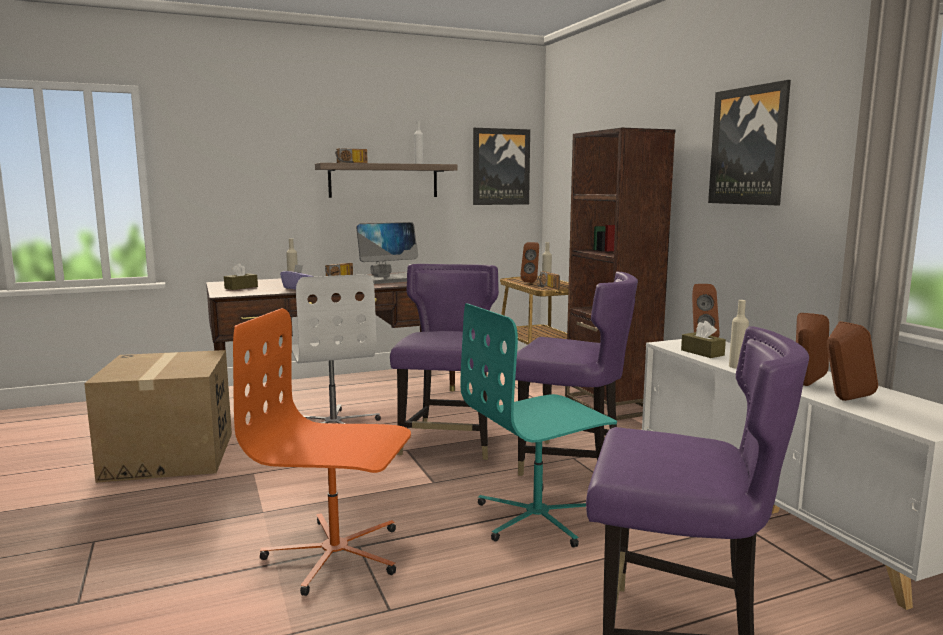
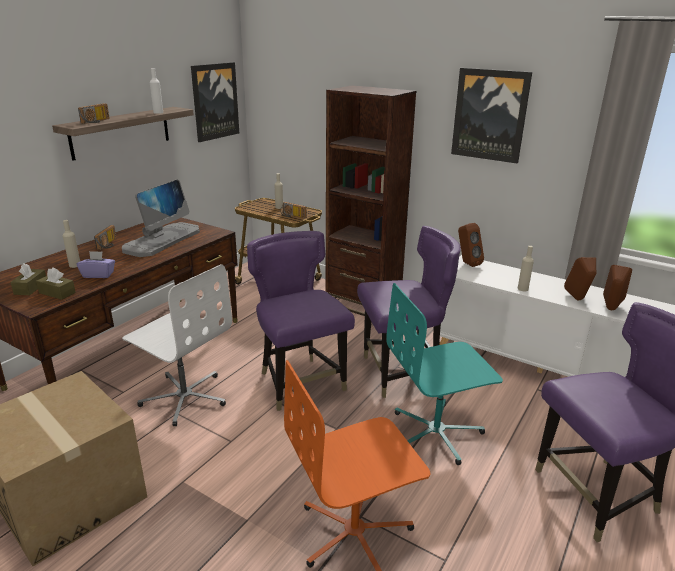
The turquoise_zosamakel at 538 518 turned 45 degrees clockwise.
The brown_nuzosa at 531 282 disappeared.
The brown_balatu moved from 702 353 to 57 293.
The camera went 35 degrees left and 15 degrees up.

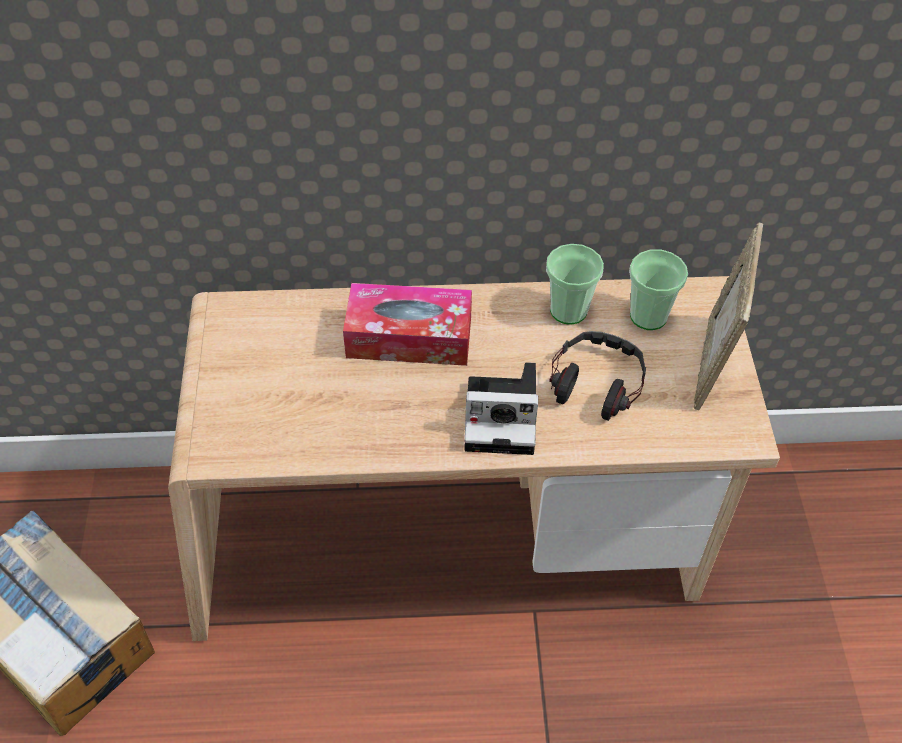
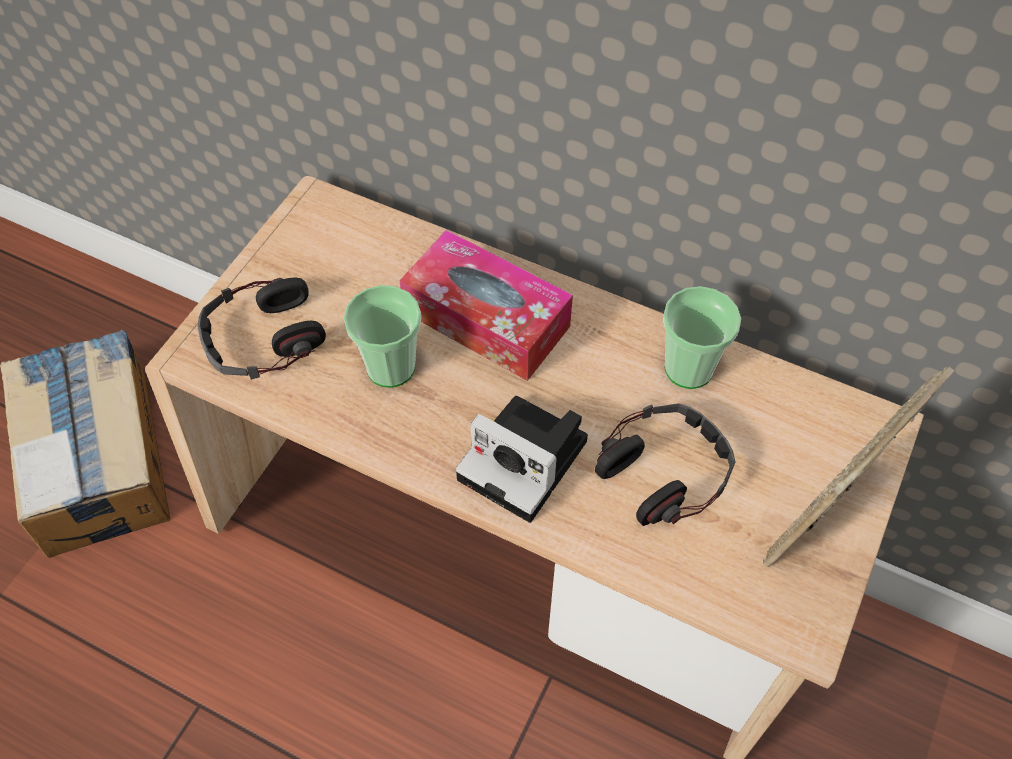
The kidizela moved from 648 316 to 390 367.
The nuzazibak at 263 338 appeared.
The camera went 30 degrees right and 5 degrees up.

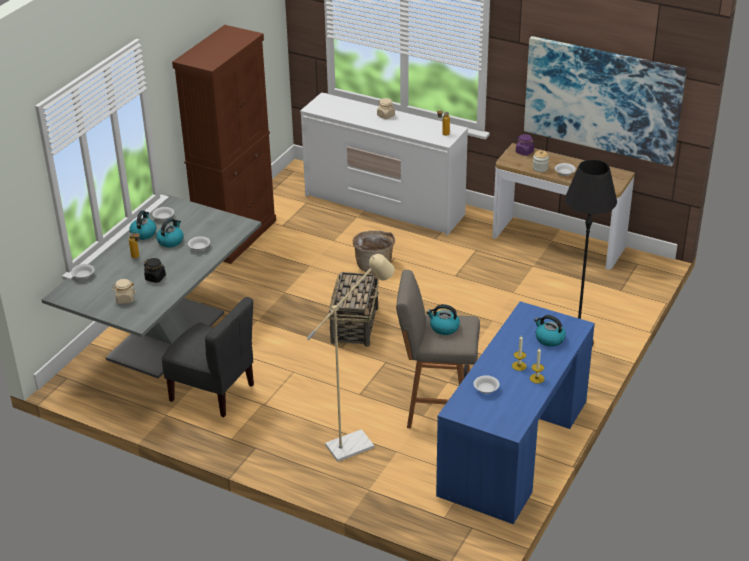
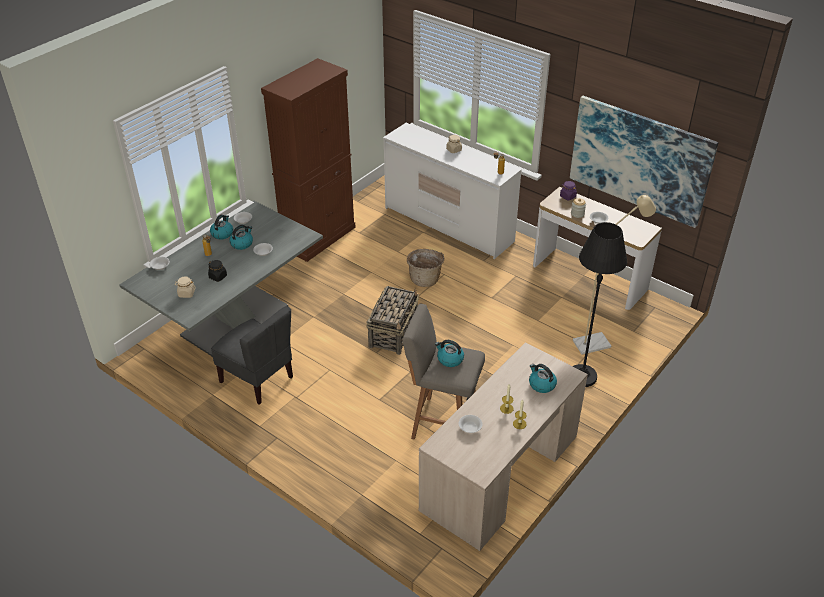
The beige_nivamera moved from 357 443 to 597 342.
The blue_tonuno at 513 447 became the beige_tonuno at 499 472.
The camera went 10 degrees right and 5 degrees up.

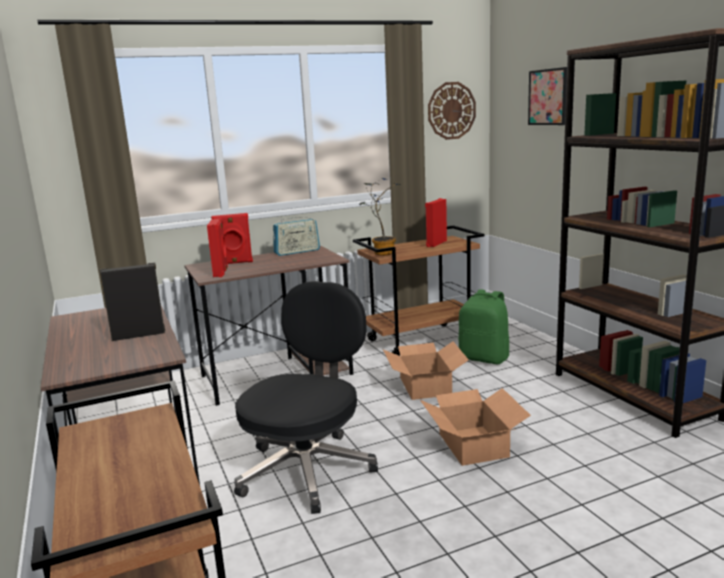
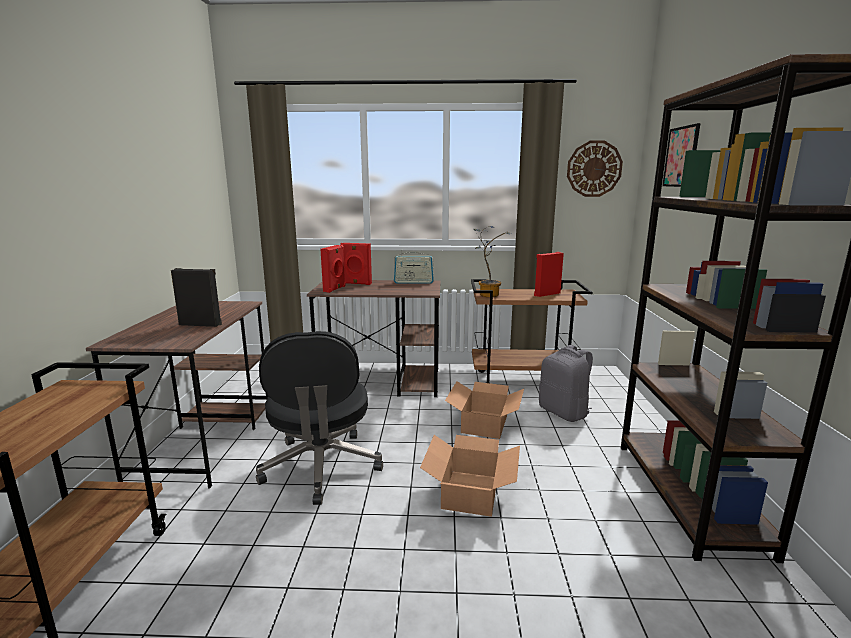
The black_zosamakel at 308 469 turned 120 degrees clockwise.
The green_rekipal at 484 358 became the grey_rekipal at 564 412.
The camera went 25 degrees right and 0 degrees up.

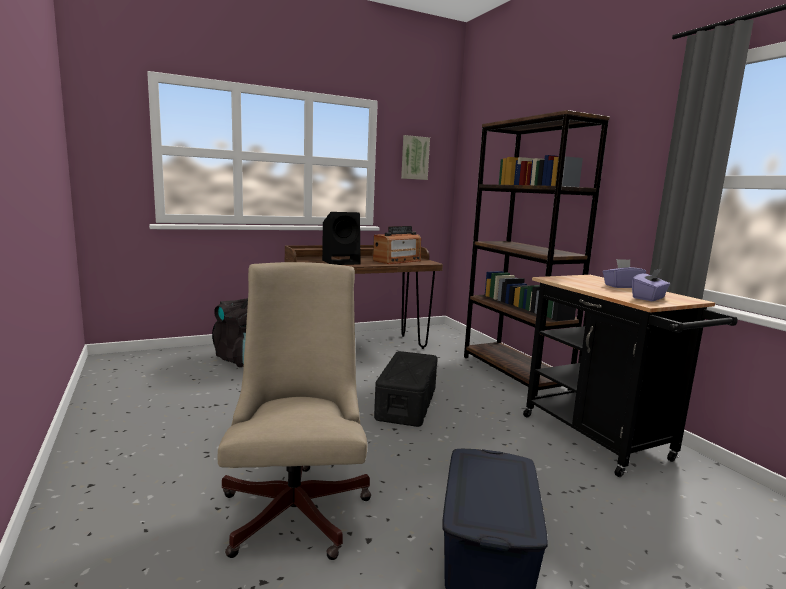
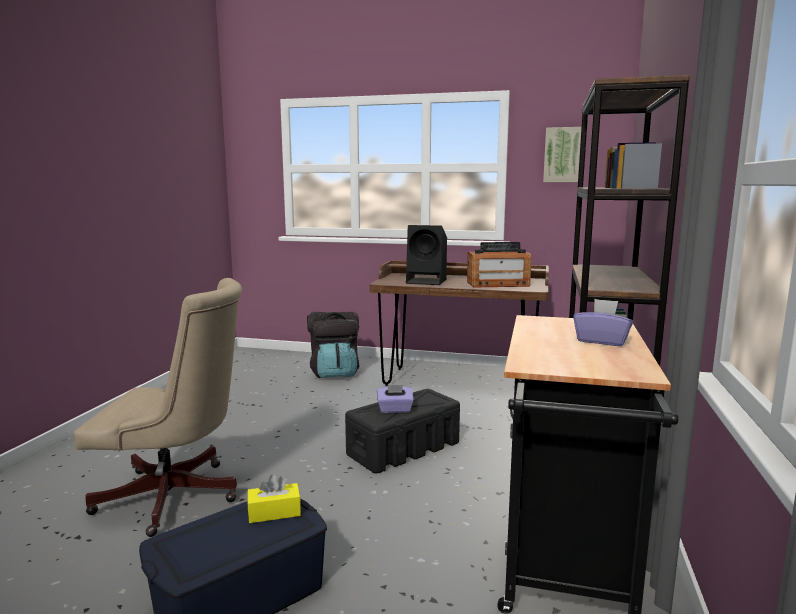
The beige_zosamakel at 297 505 turned 60 degrees clockwise.
The purple_balatu moved from 649 298 to 395 410.
The yellow_balatu at 274 512 appeared.
The camera went 40 degrees right and 0 degrees up.

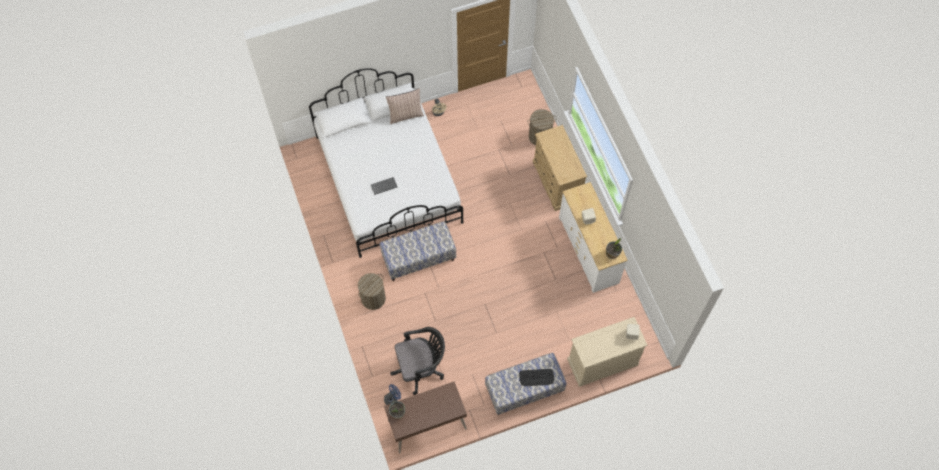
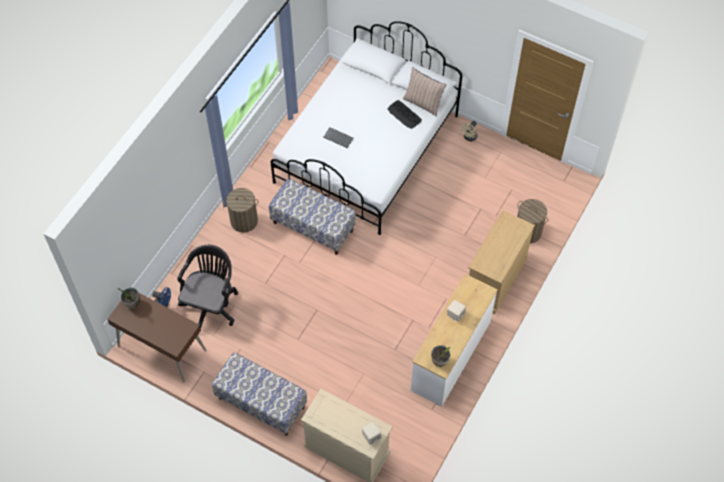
The black_zosamakel at 420 367 turned 105 degrees counterclockwise.
The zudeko moved from 536 377 to 404 115.
The camera went 50 degrees right and 5 degrees down.

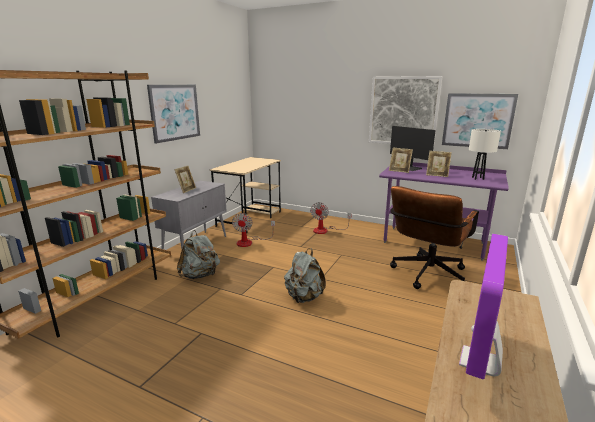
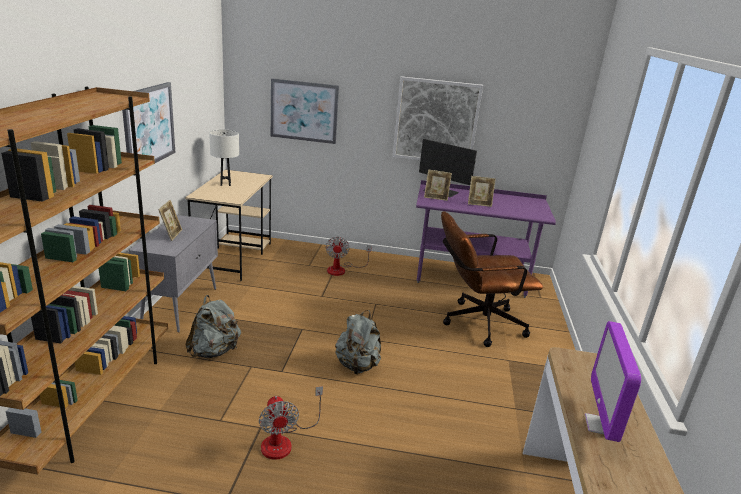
The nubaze moved from 249 242 to 284 441.
The brown_zosamakel at 426 276 turned 60 degrees clockwise.
The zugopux moved from 477 120 to 304 111.
The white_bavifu moved from 478 178 to 225 184.
The camera went 20 degrees left and 5 degrees up.

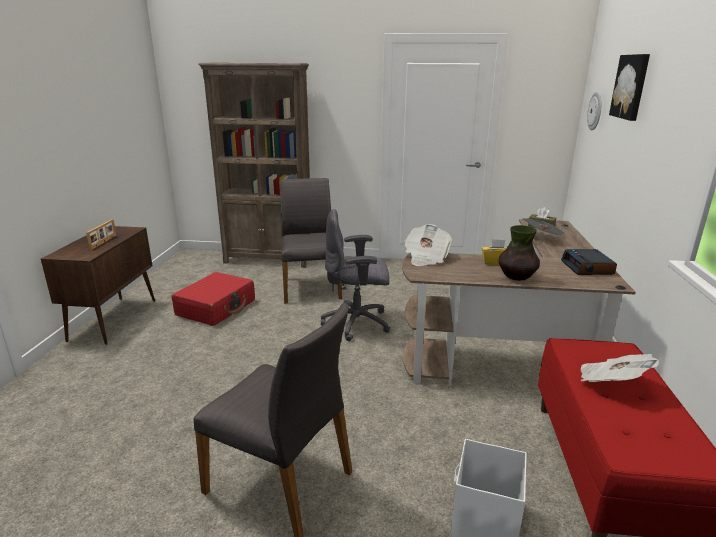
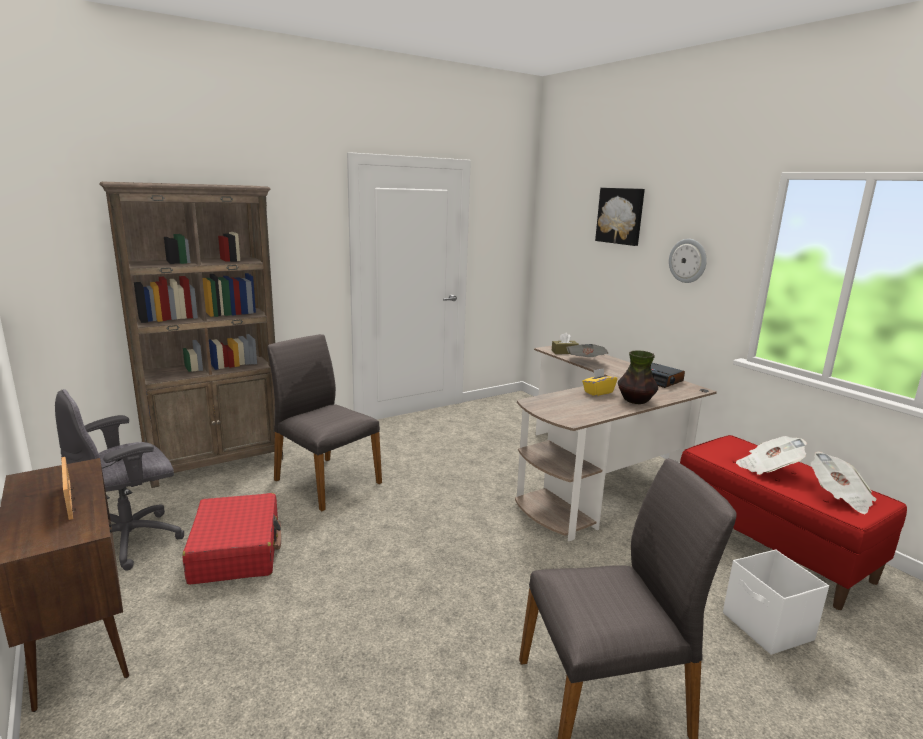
The grey_zosamakel moved from 357 323 to 131 541.
The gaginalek moved from 426 258 to 839 497.
The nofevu moved from 595 111 to 688 260.
The camera went 40 degrees left and 5 degrees down.

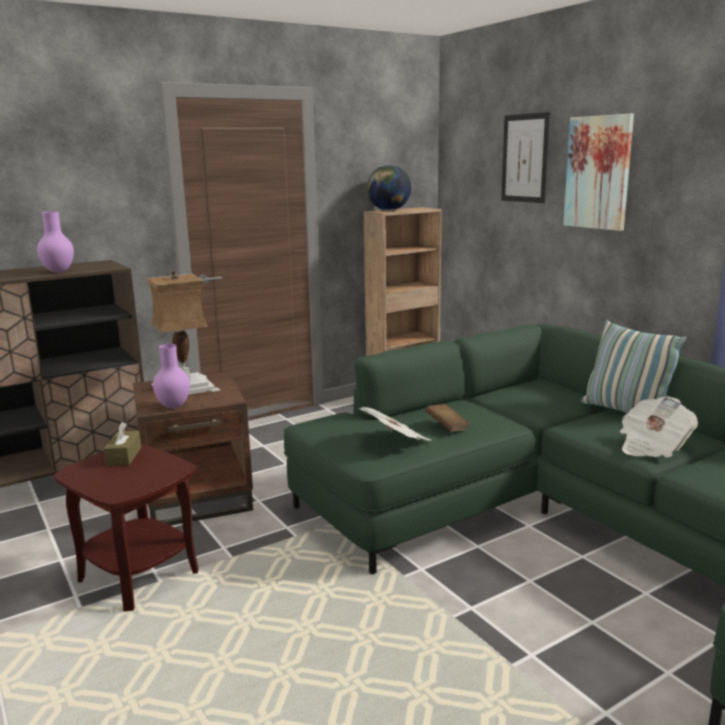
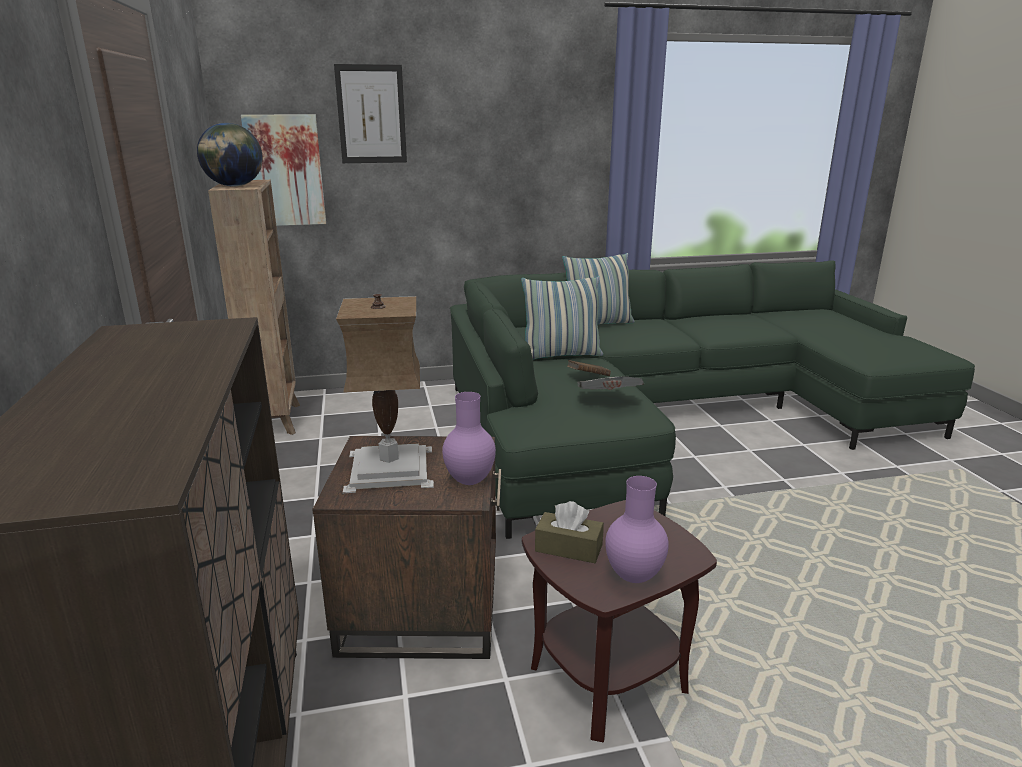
The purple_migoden moved from 58 271 to 632 577.
The zugopux moved from 598 172 to 285 171.
The gaginalek at 652 446 disappeared.
The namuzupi at 561 355 appeared.
The camera went 70 degrees left and 5 degrees up.

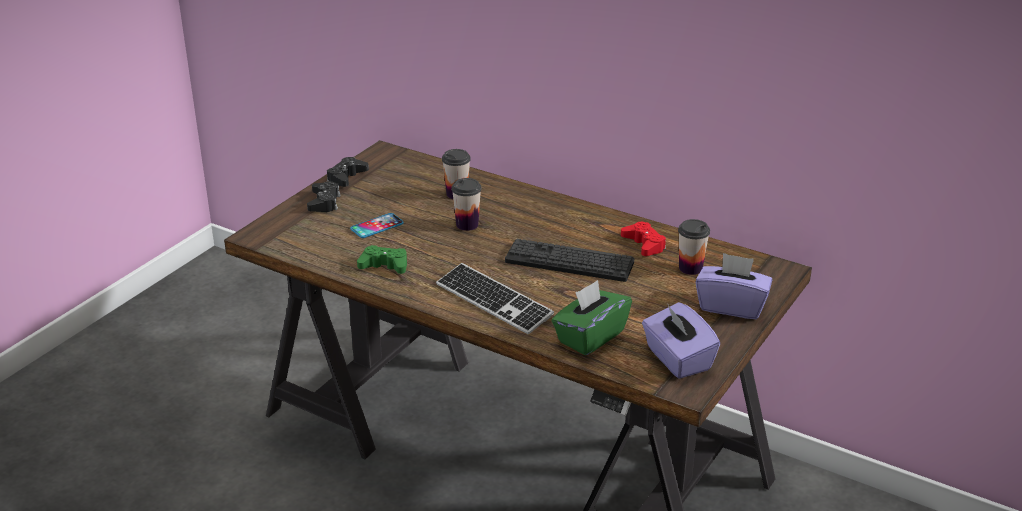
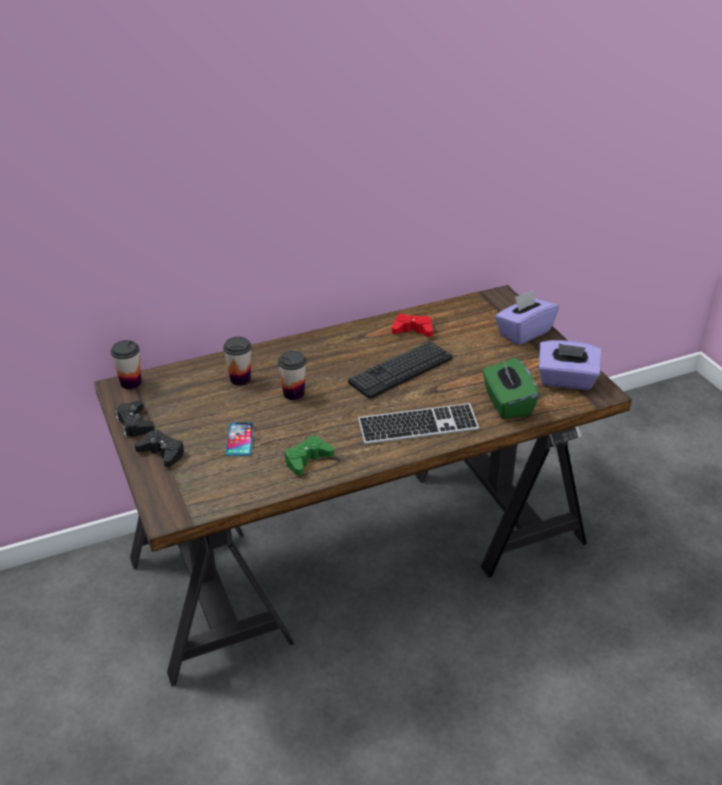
The kidizela moved from 690 268 to 130 383.
The camera went 55 degrees left and 5 degrees up.

